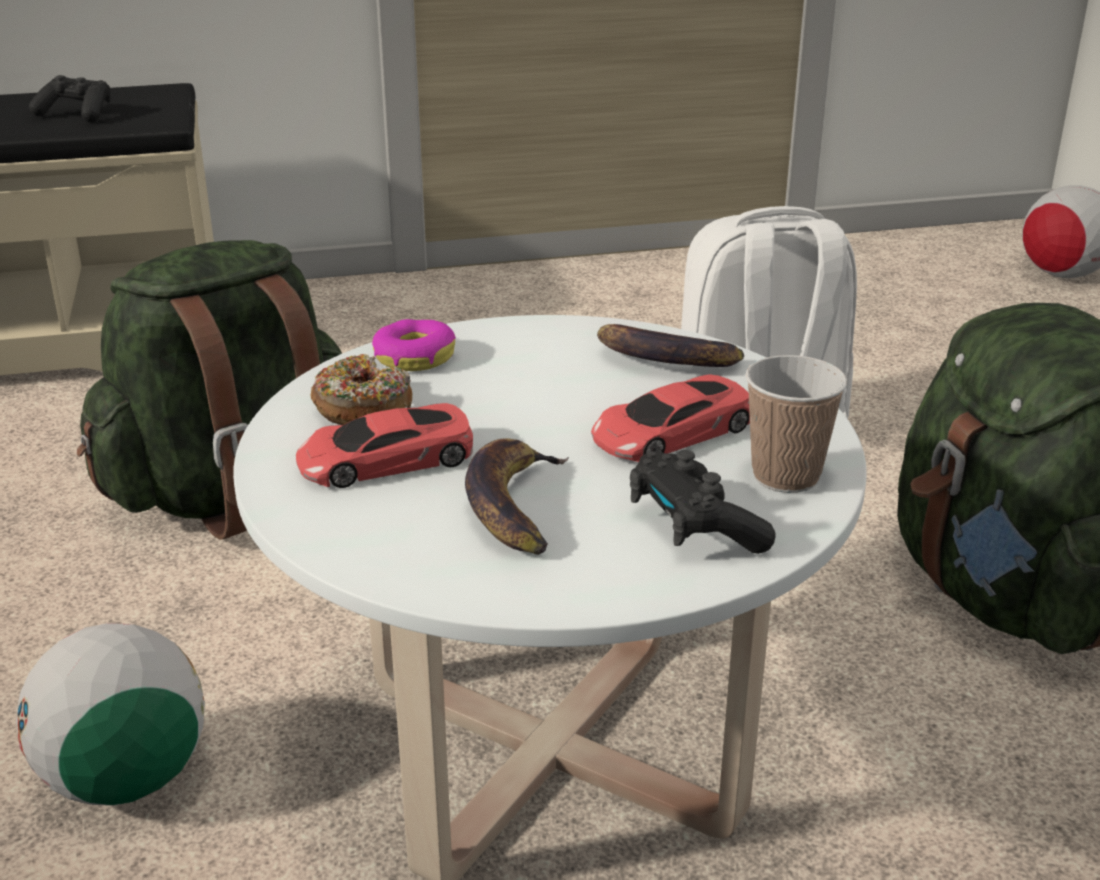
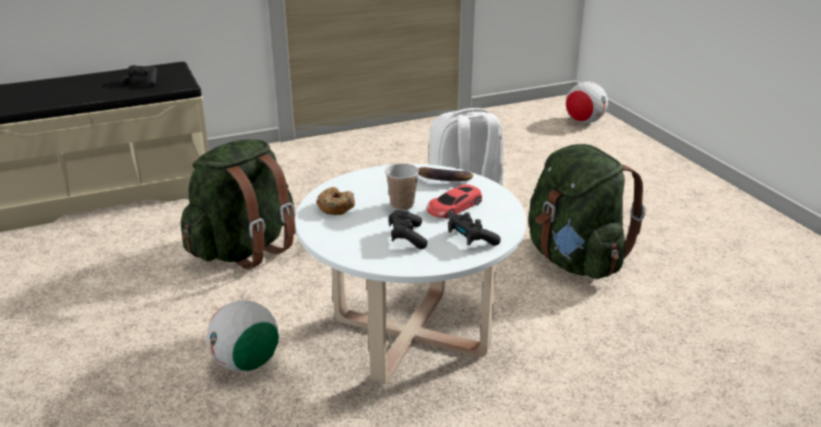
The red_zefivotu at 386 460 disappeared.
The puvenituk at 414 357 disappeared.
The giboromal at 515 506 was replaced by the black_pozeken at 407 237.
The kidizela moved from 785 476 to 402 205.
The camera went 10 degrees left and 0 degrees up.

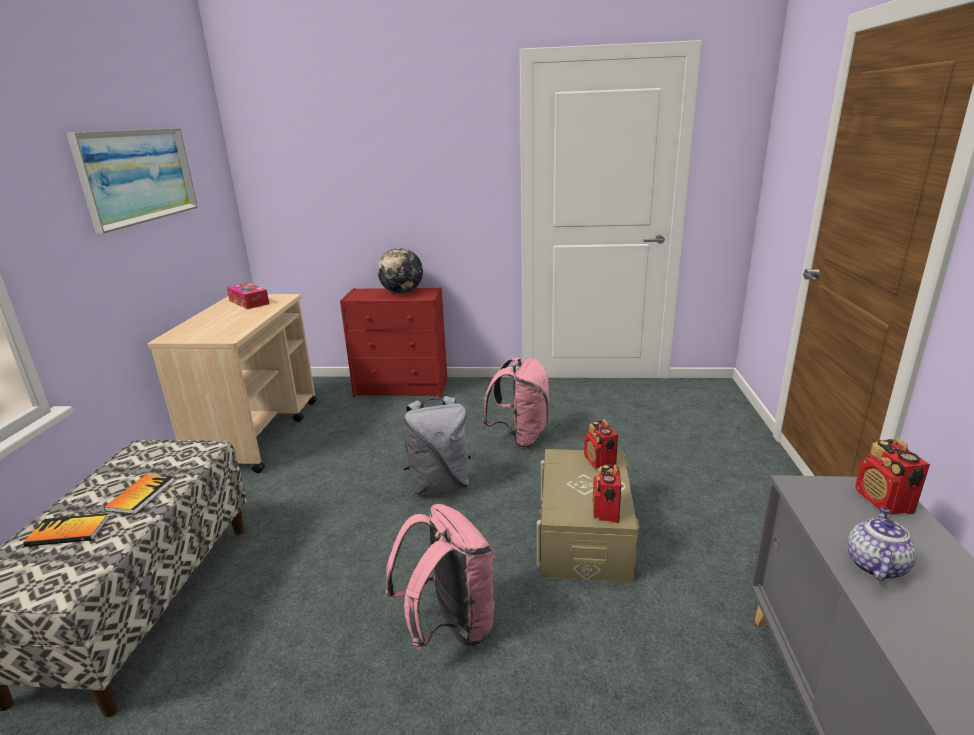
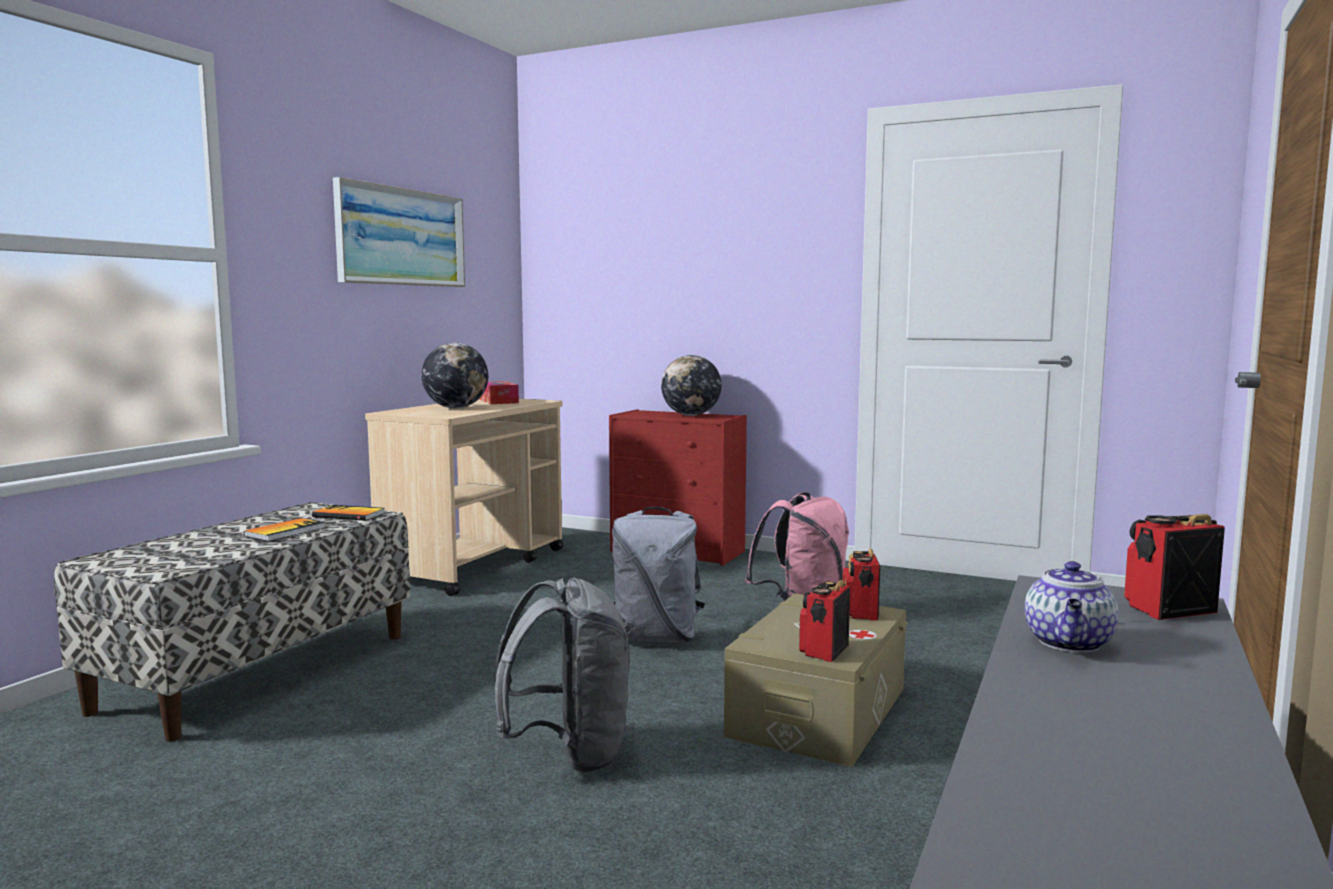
The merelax moved from 68 532 to 349 515.
The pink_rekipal at 449 627 became the grey_rekipal at 569 754.
The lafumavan at 875 565 turned 150 degrees clockwise.
The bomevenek at 884 502 turned 60 degrees clockwise.
The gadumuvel at 456 408 appeared.
The camera went 20 degrees right and 15 degrees down.

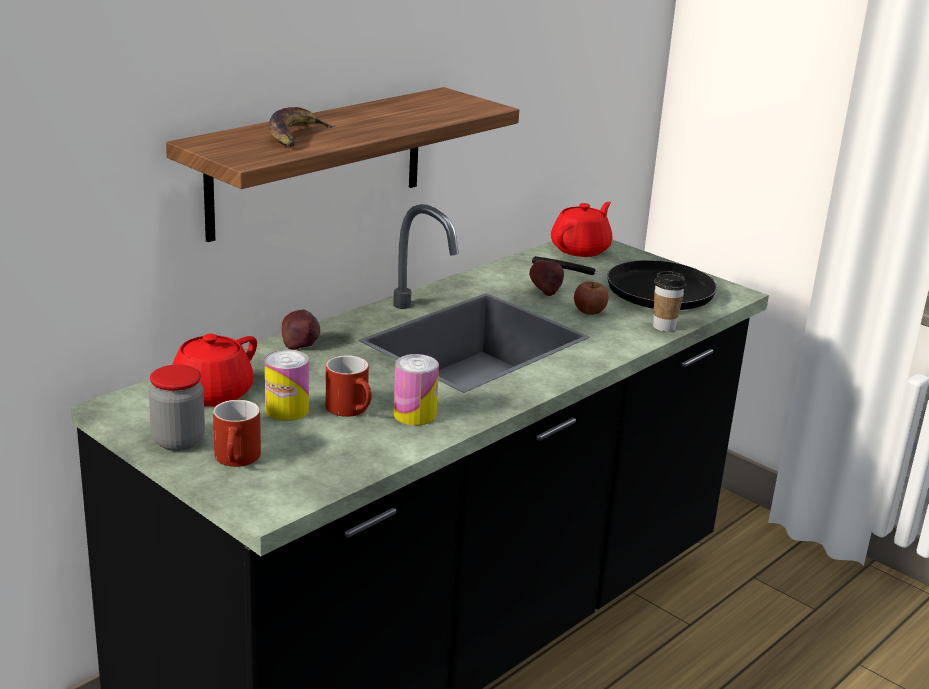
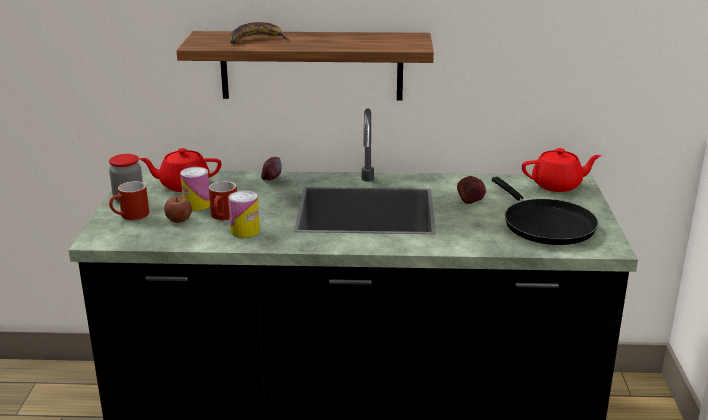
The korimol moved from 589 311 to 179 219.
The kidizela at 664 327 disappeared.
The camera went 50 degrees right and 0 degrees up.

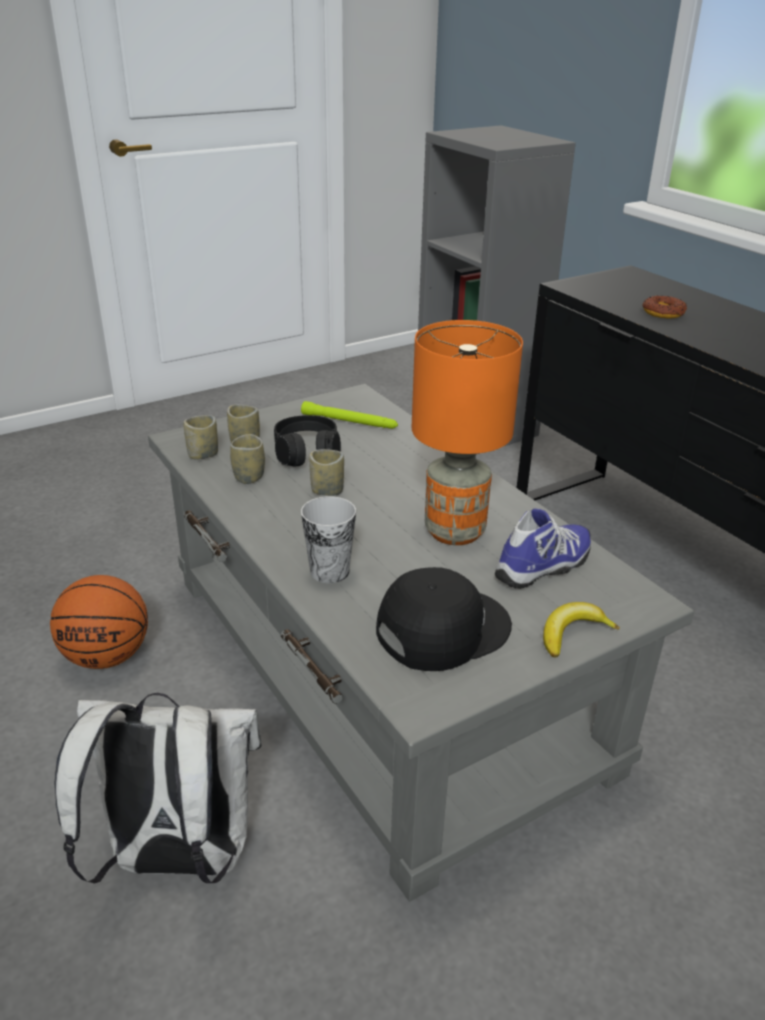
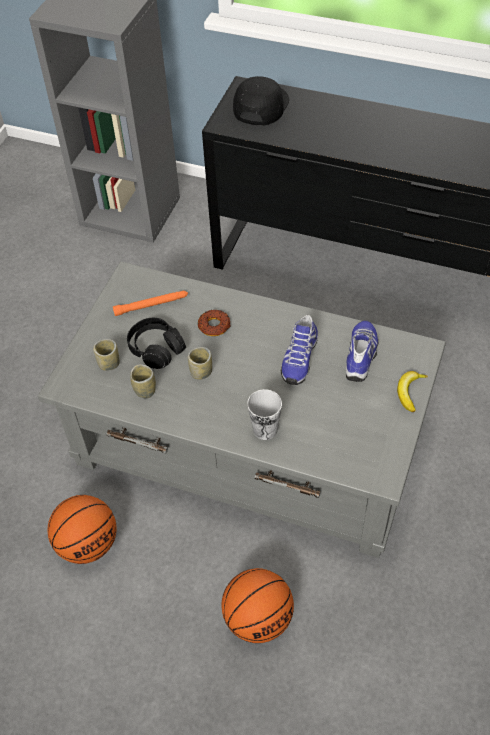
The white_rekipal at 176 859 was replaced by the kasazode at 258 619.
The kidizela at 203 454 disappeared.
The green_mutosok at 349 422 became the orange_mutosok at 151 305.
The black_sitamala moved from 441 628 to 260 105.
The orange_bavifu at 456 532 was replaced by the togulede at 298 359.
The puvenituk moved from 663 313 to 214 326.
The camera went 35 degrees left and 20 degrees up.

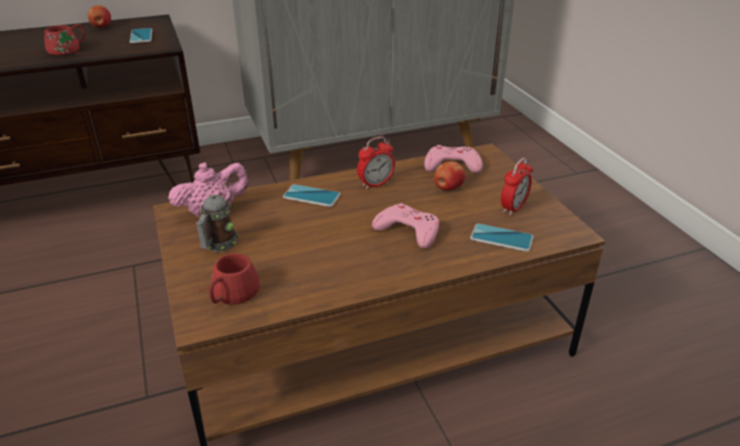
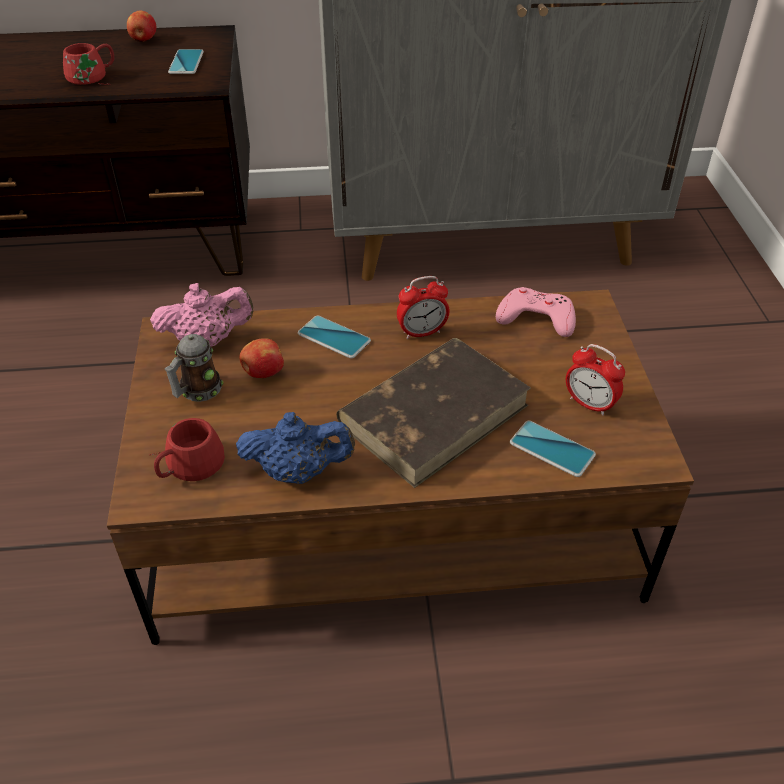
The pink_pozeken at 408 230 was replaced by the brown_merelax at 435 413.
The korimol moved from 448 188 to 263 373.
The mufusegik at 513 208 turned 75 degrees clockwise.
The blue_lafumavan at 298 471 appeared.
The camera went 15 degrees right and 10 degrees up.

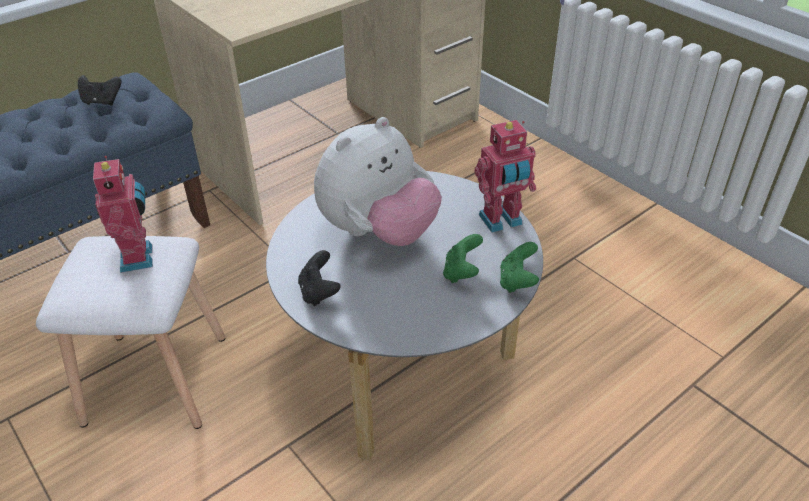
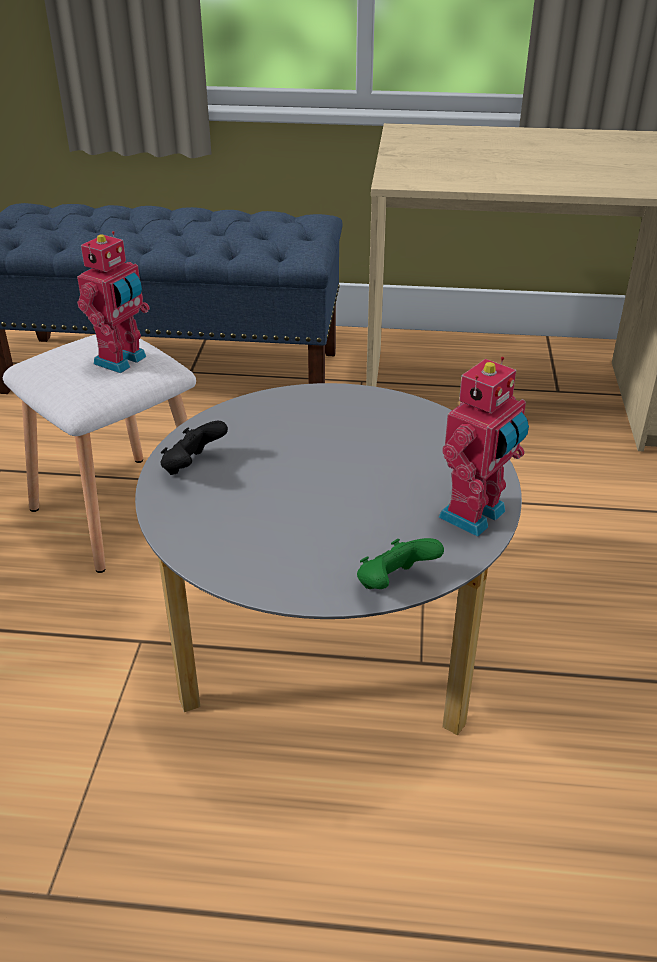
The black_pozeken at 102 102 disappeared.
The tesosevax at 378 232 disappeared.
The green_pozeken at 461 272 disappeared.
The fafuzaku at 501 221 turned 75 degrees counterclockwise.
The camera went 45 degrees right and 5 degrees down.

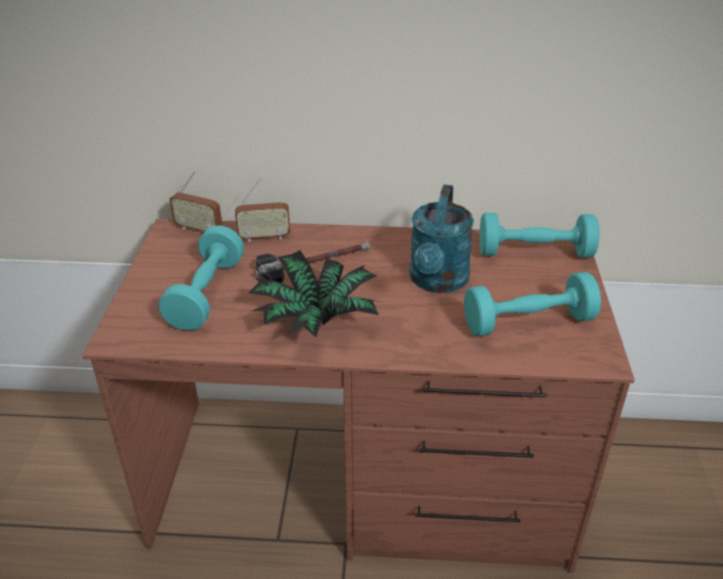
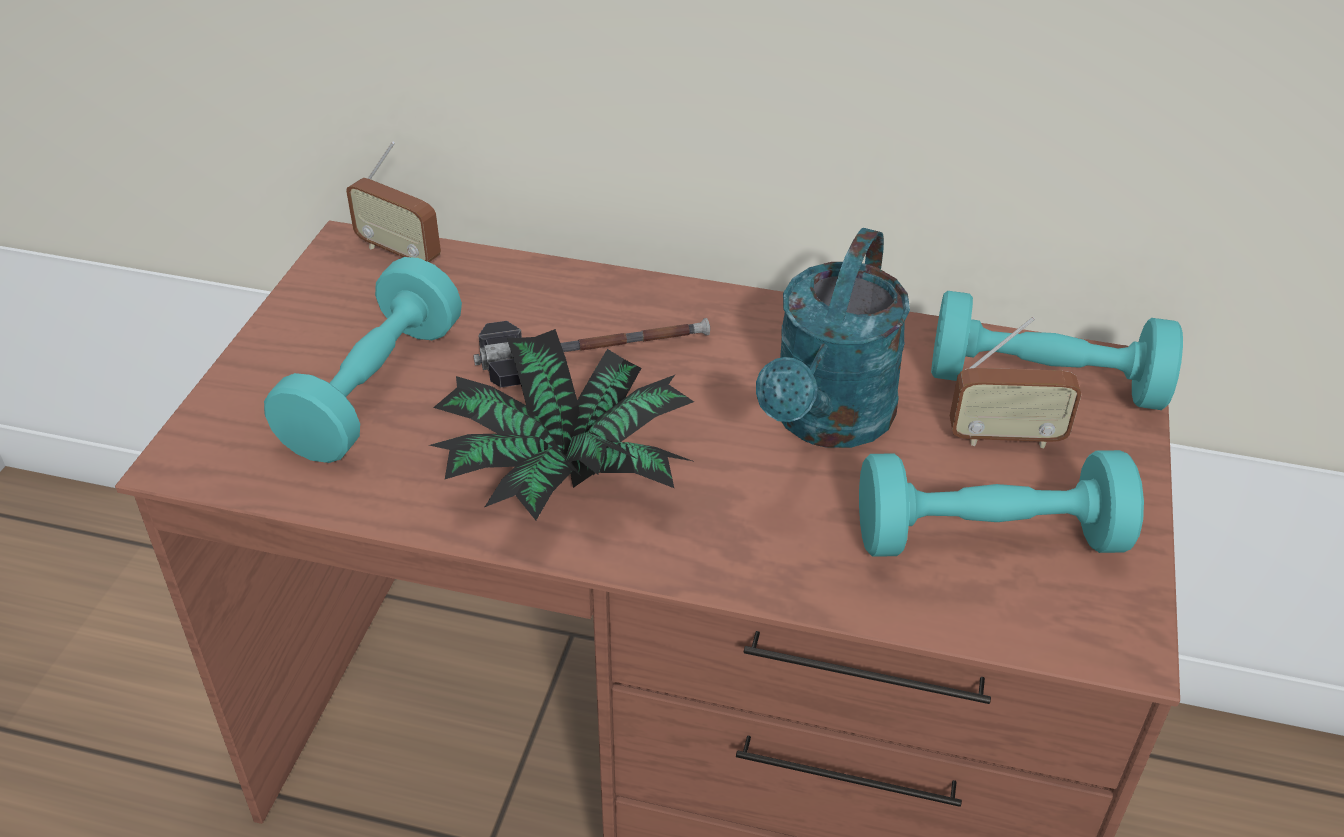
The bomevenek moved from 264 237 to 1005 437.
The camera went 10 degrees right and 5 degrees up.

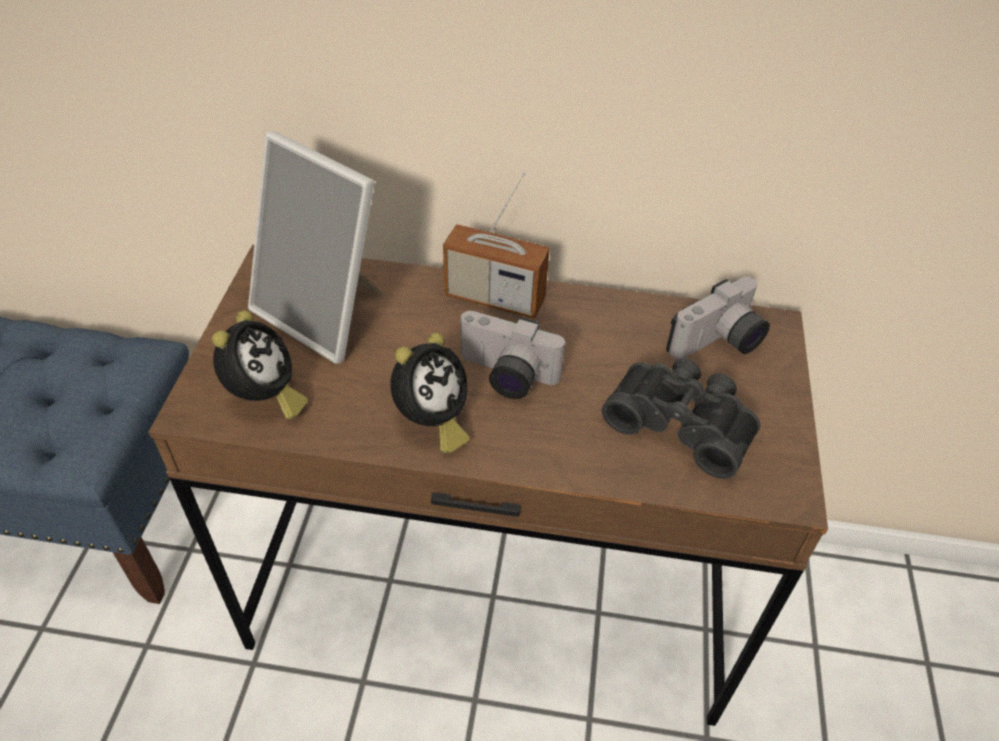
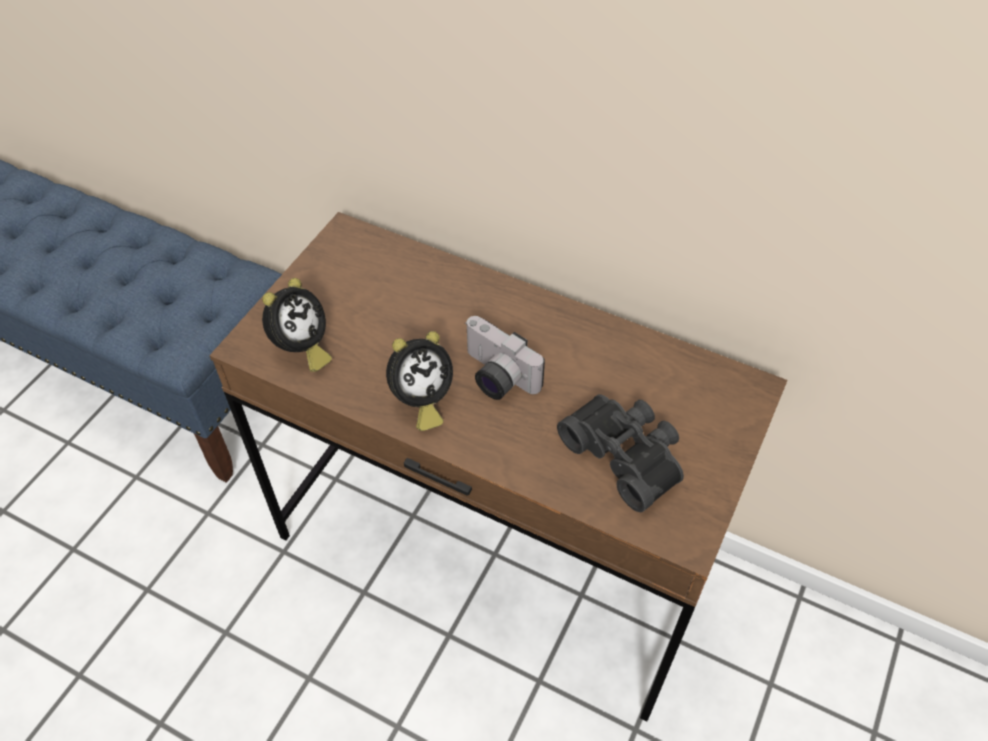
The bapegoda at 326 313 disappeared.
The bomevenek at 494 298 disappeared.
The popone at 718 344 disappeared.
The camera went 20 degrees right and 5 degrees up.

